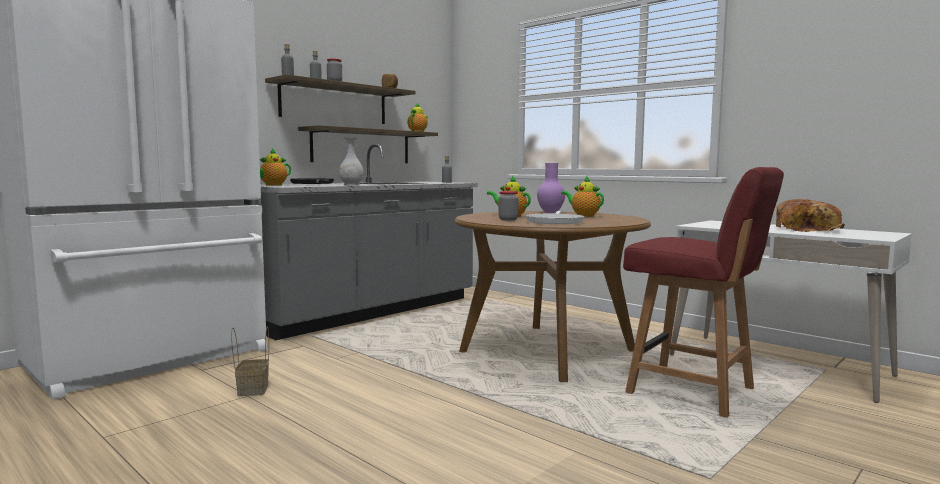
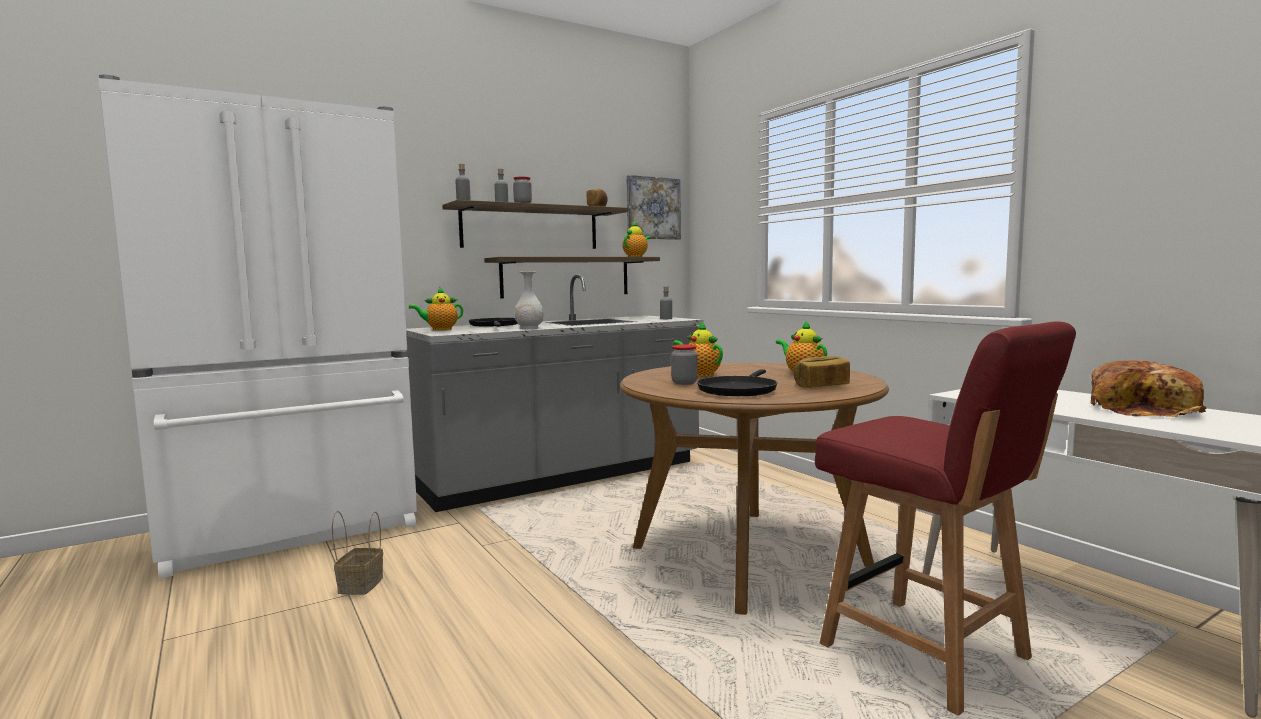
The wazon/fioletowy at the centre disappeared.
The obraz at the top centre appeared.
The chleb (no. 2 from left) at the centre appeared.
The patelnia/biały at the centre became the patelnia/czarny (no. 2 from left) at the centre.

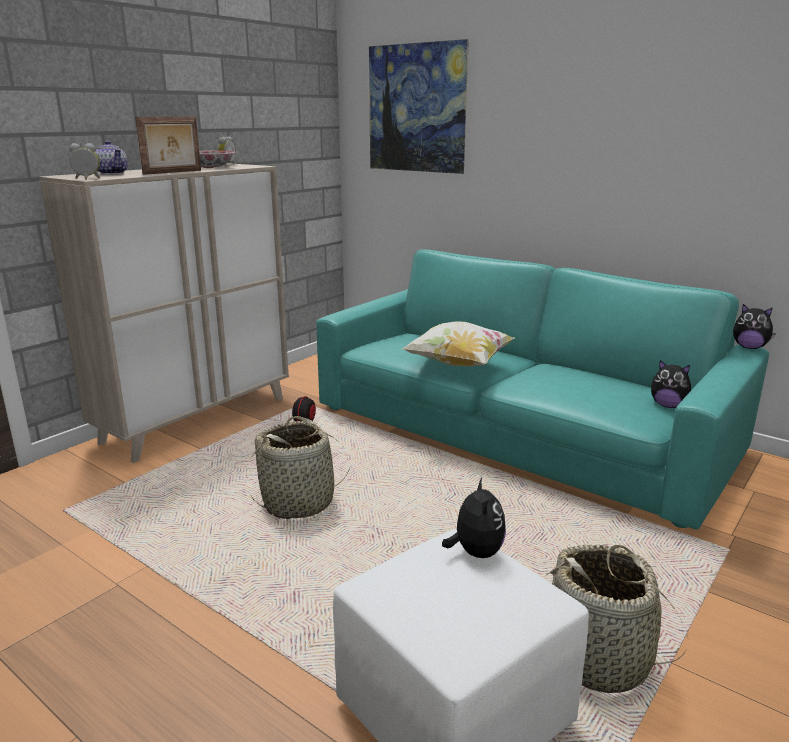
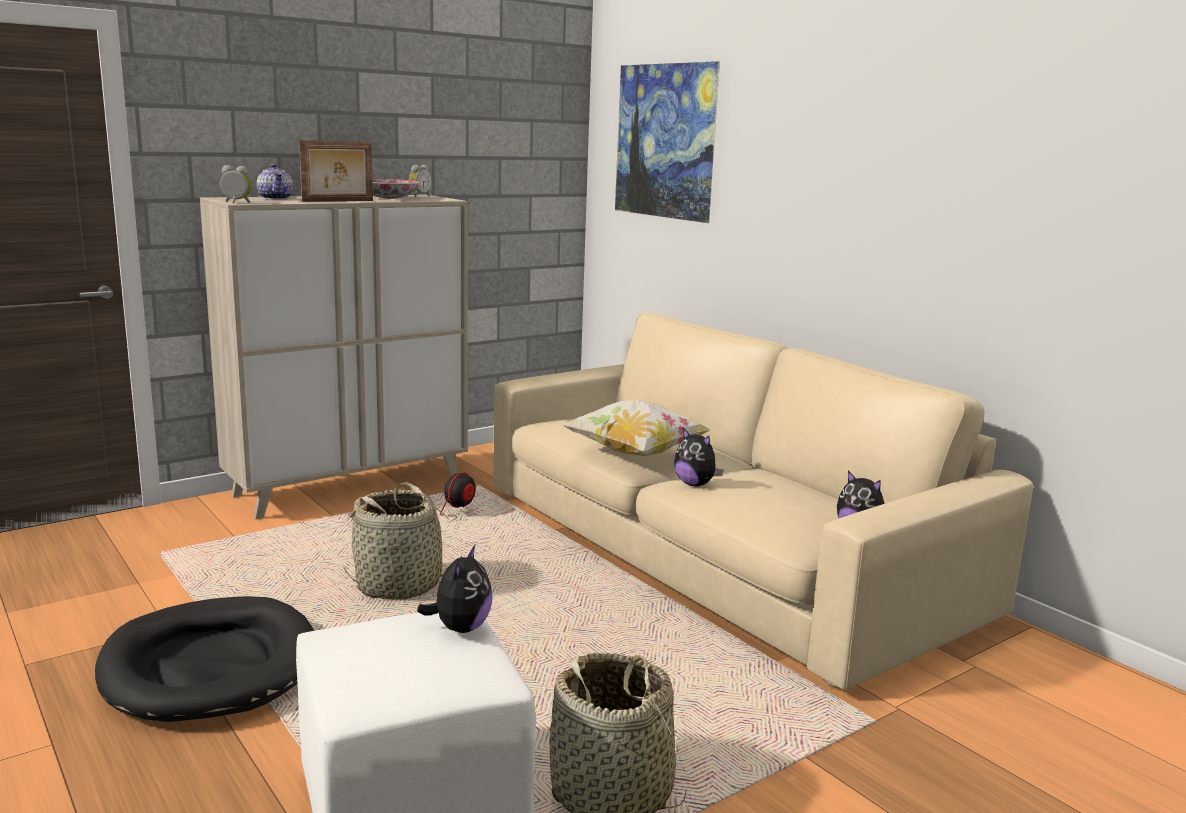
The legowisko/czarny at the bottom left appeared.
The pluszak (no. 3 from left in the first image) moved from the middle right to the centre.
The kanapa/turkusowy at the middle right became the kanapa/beżowy at the centre.

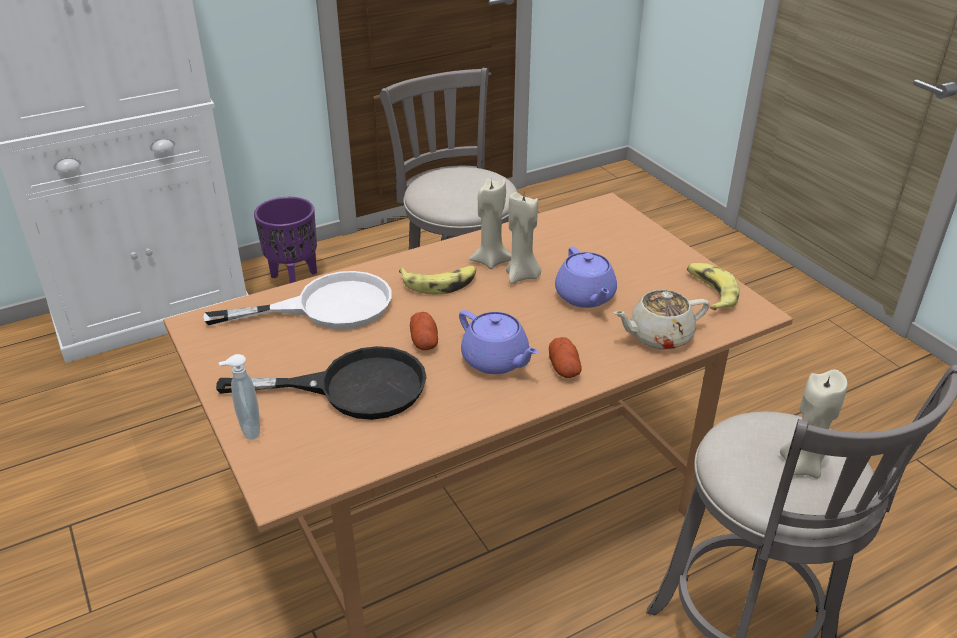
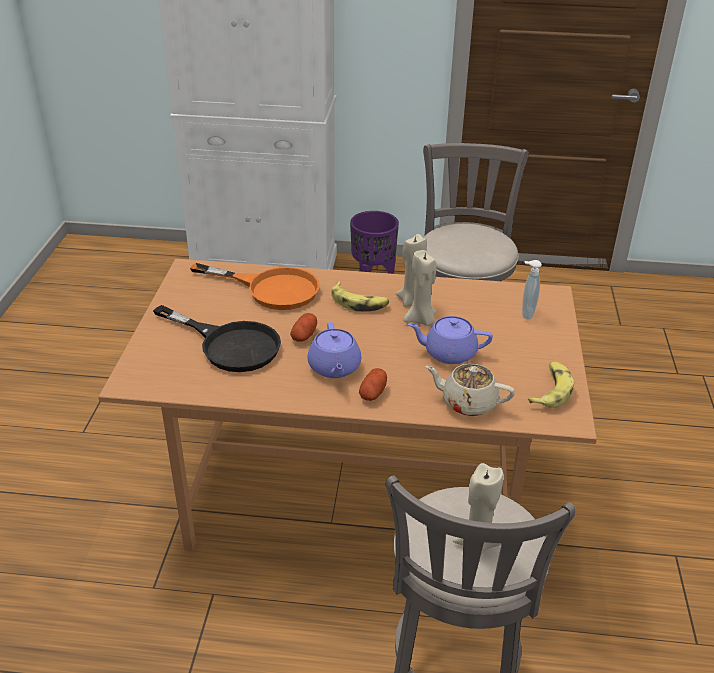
The dozownik mydła moved from the middle left to the middle right.
The patelnia/biały at the middle left became the patelnia/pomarańczowy at the centre.
The imbryk/fioletowy (no. 2 from left) at the centre turned 75 degrees clockwise.

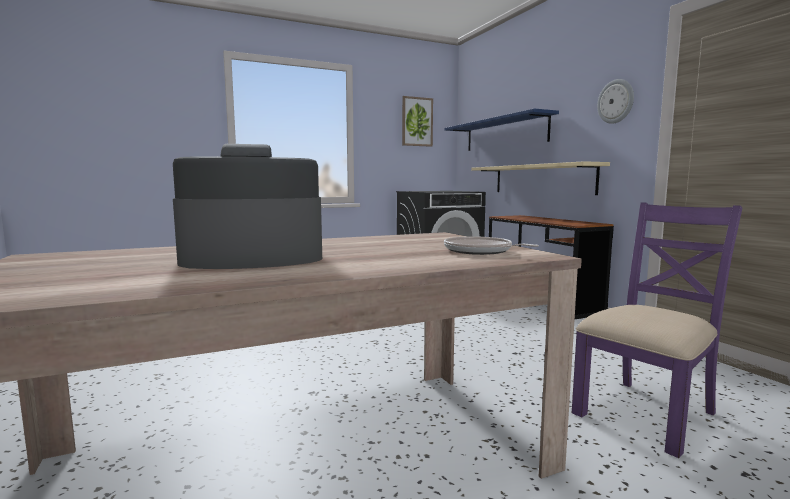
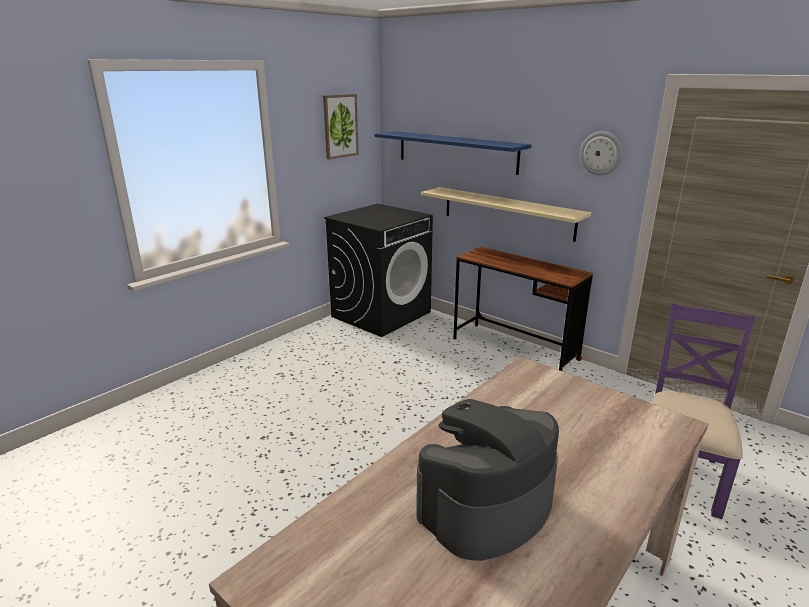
The patelnia at the centre disappeared.

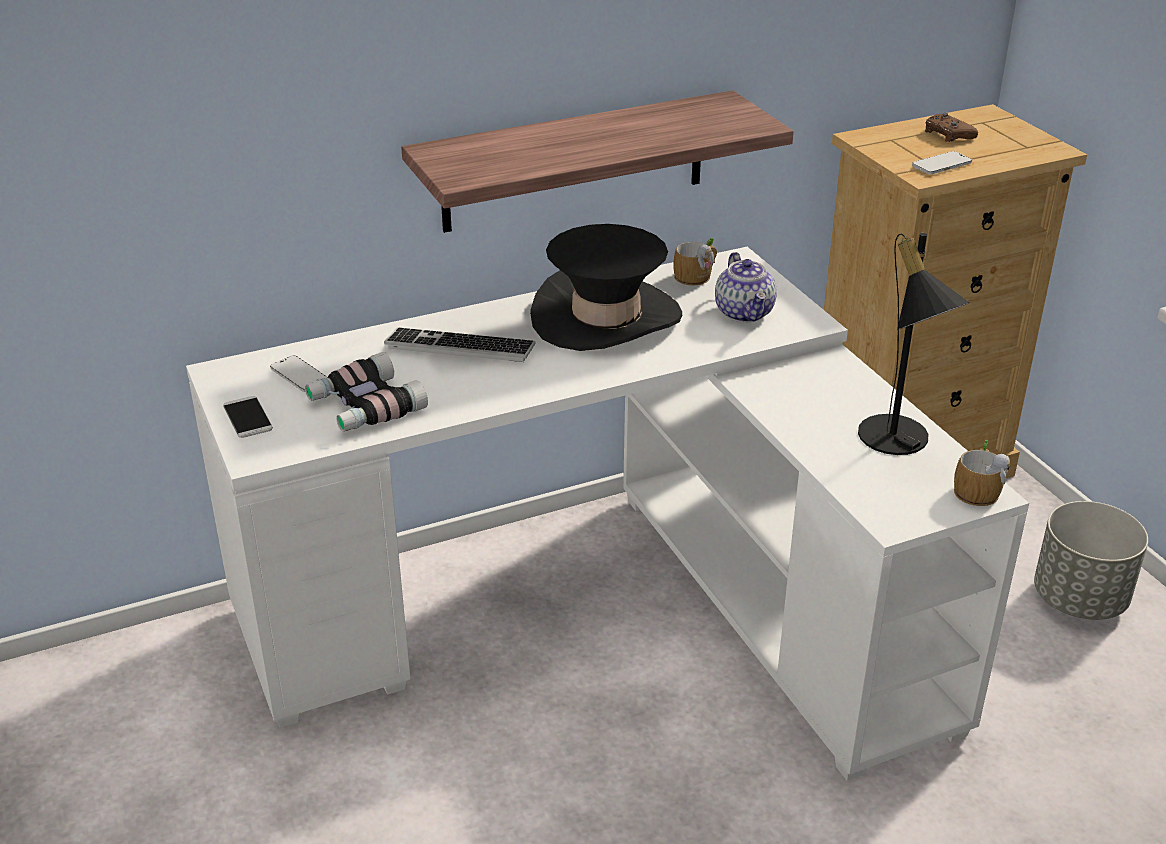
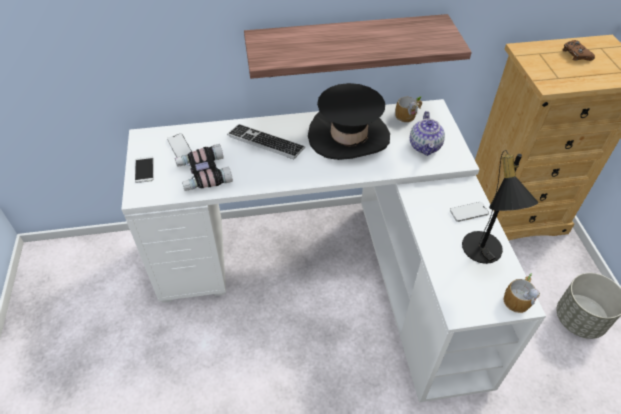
The telefon (no. 3 from left) moved from the top right to the middle right.

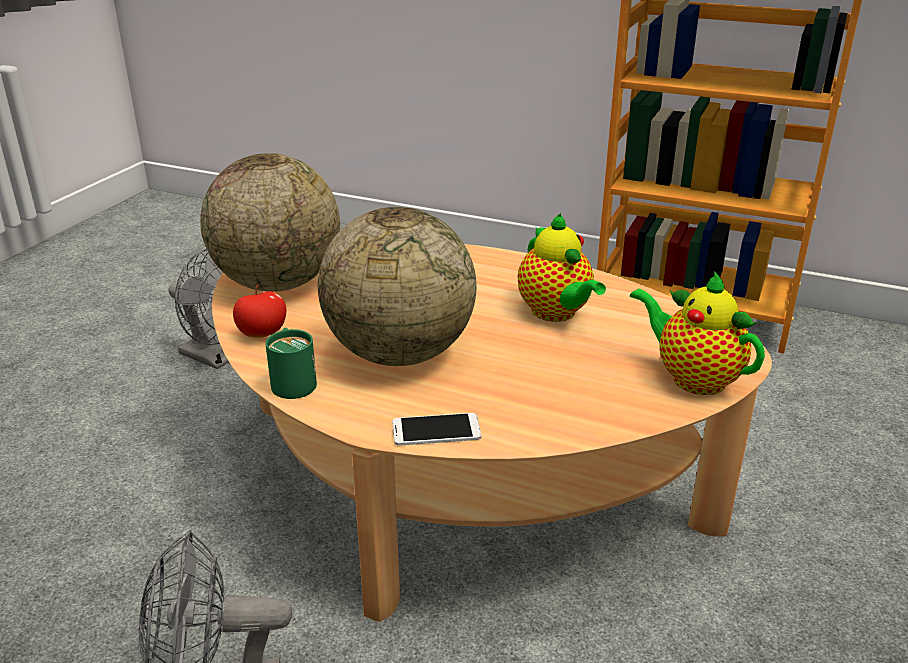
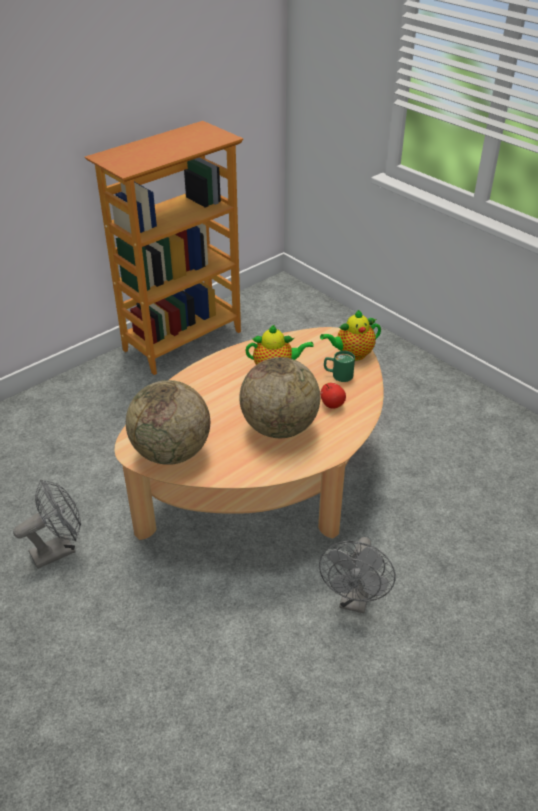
The telefon at the centre disappeared.
The jabłko moved from the middle left to the centre.
The kubek/zielony moved from the middle left to the centre.

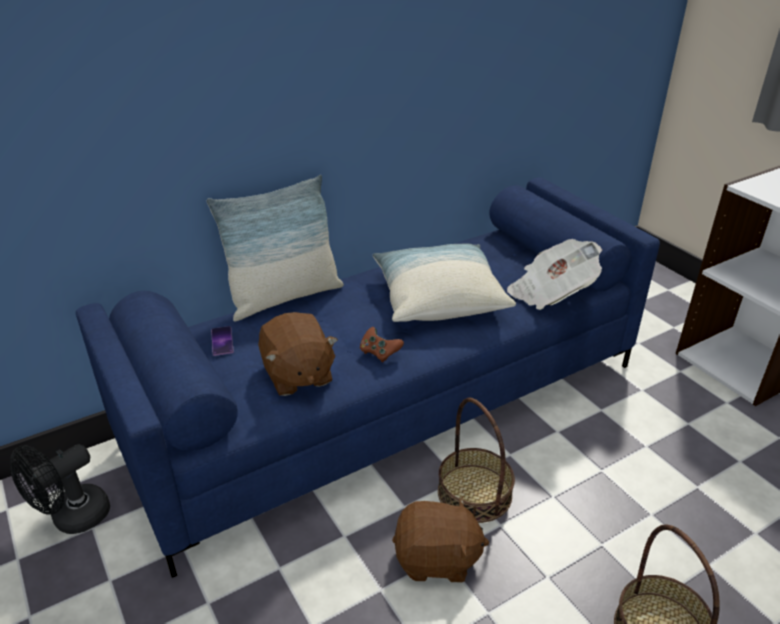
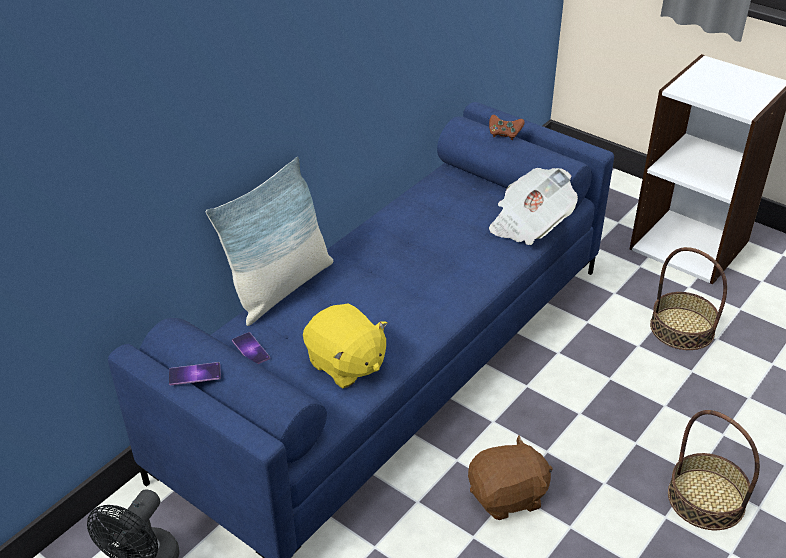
The poduszka (no. 2 from left) at the centre disappeared.
The telefon (no. 1 from left) at the bottom left appeared.
The pad do gier/brązowy moved from the centre to the top centre.
The koszyk (no. 1 from left) moved from the bottom centre to the middle right.
The pluszak/brązowy (no. 1 from left) at the centre became the pluszak/żółty at the centre.

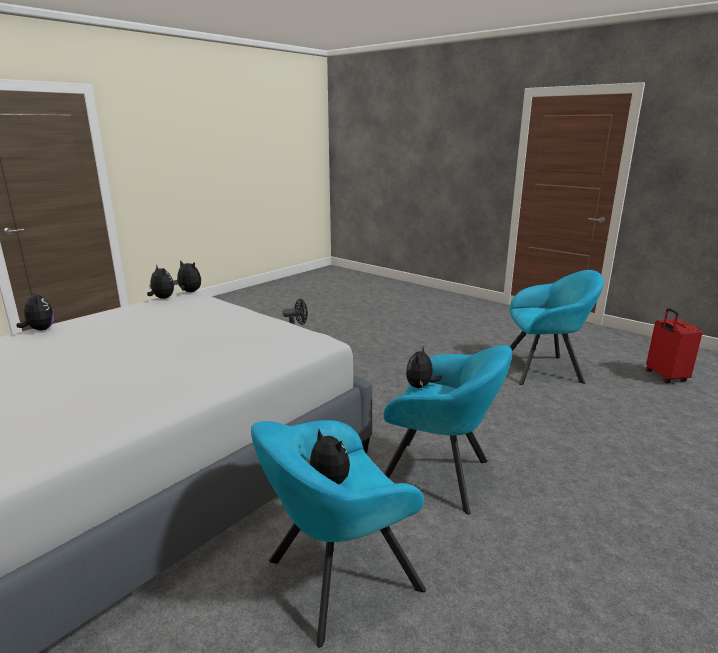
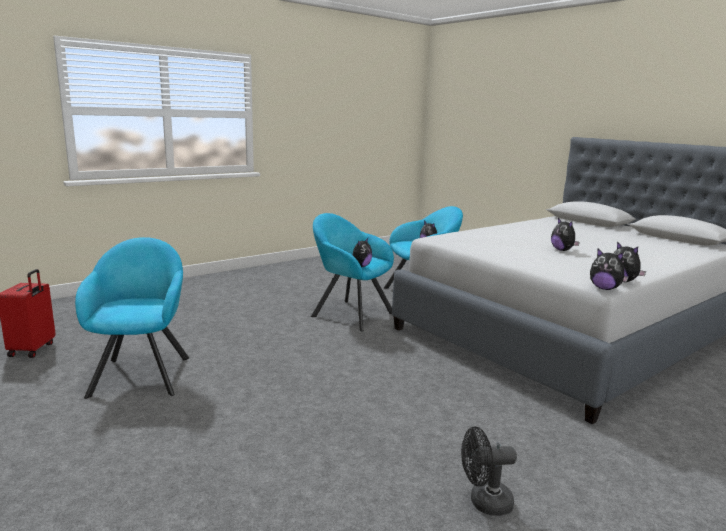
The pluszak (no. 1 from left in the first image) moved from the middle left to the middle right.
The fotel/turkusowy (no. 3 from left in the first image) at the middle right turned 75 degrees clockwise.

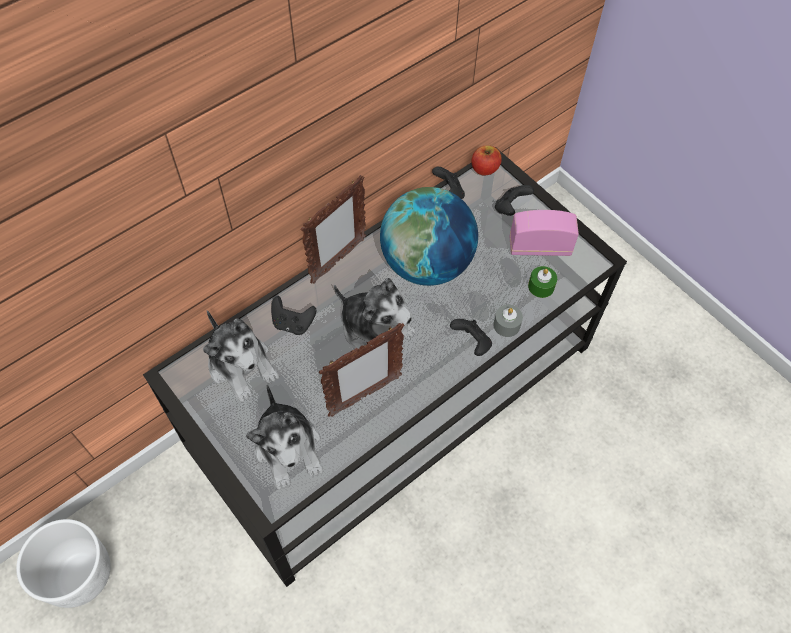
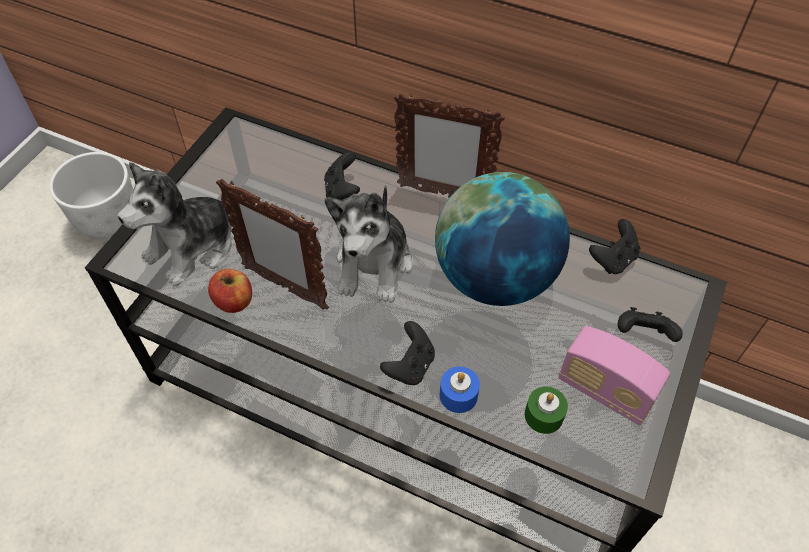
The pluszak (no. 1 from left) at the middle left disappeared.
The jabłko moved from the top centre to the middle left.
The świeca/szary at the centre became the świeca/niebieski at the bottom centre.
The radio at the middle right turned 150 degrees clockwise.

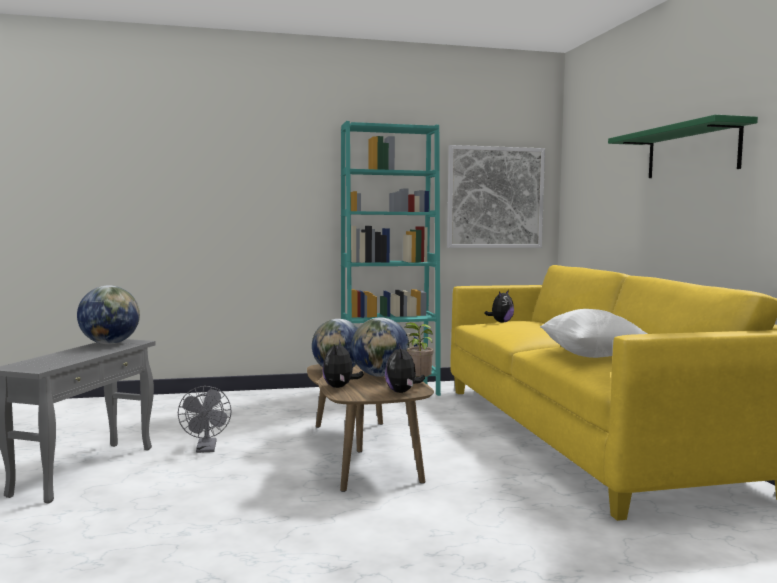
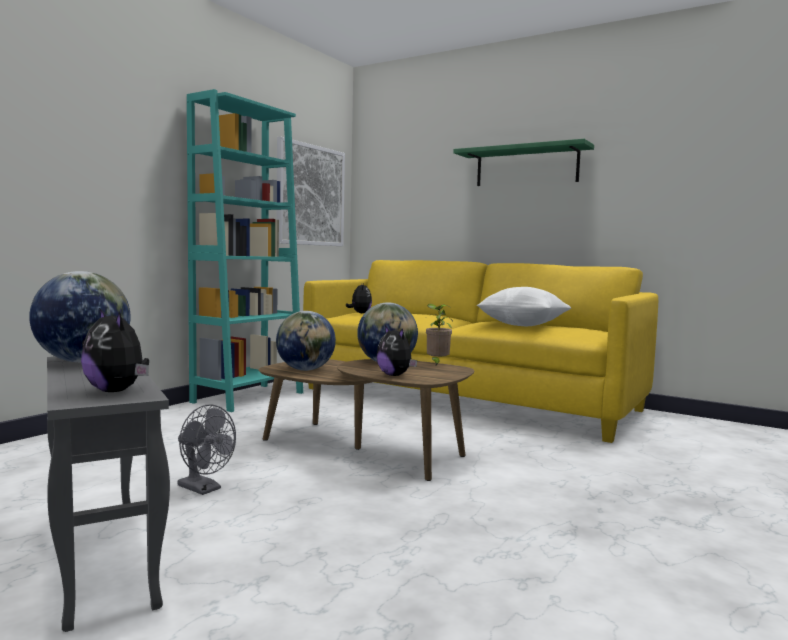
The pluszak (no. 2 from left in the first image) moved from the centre to the middle left.

